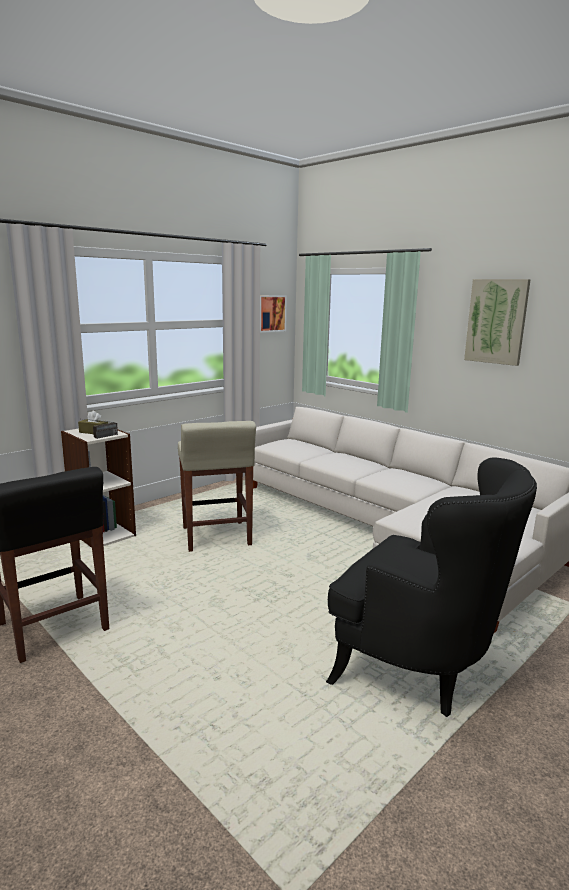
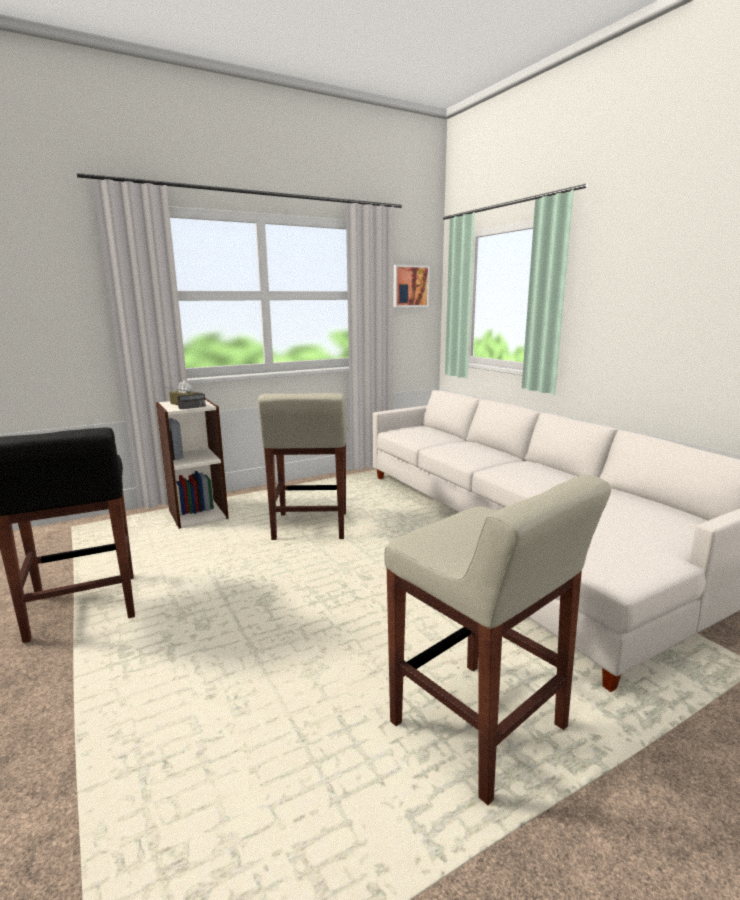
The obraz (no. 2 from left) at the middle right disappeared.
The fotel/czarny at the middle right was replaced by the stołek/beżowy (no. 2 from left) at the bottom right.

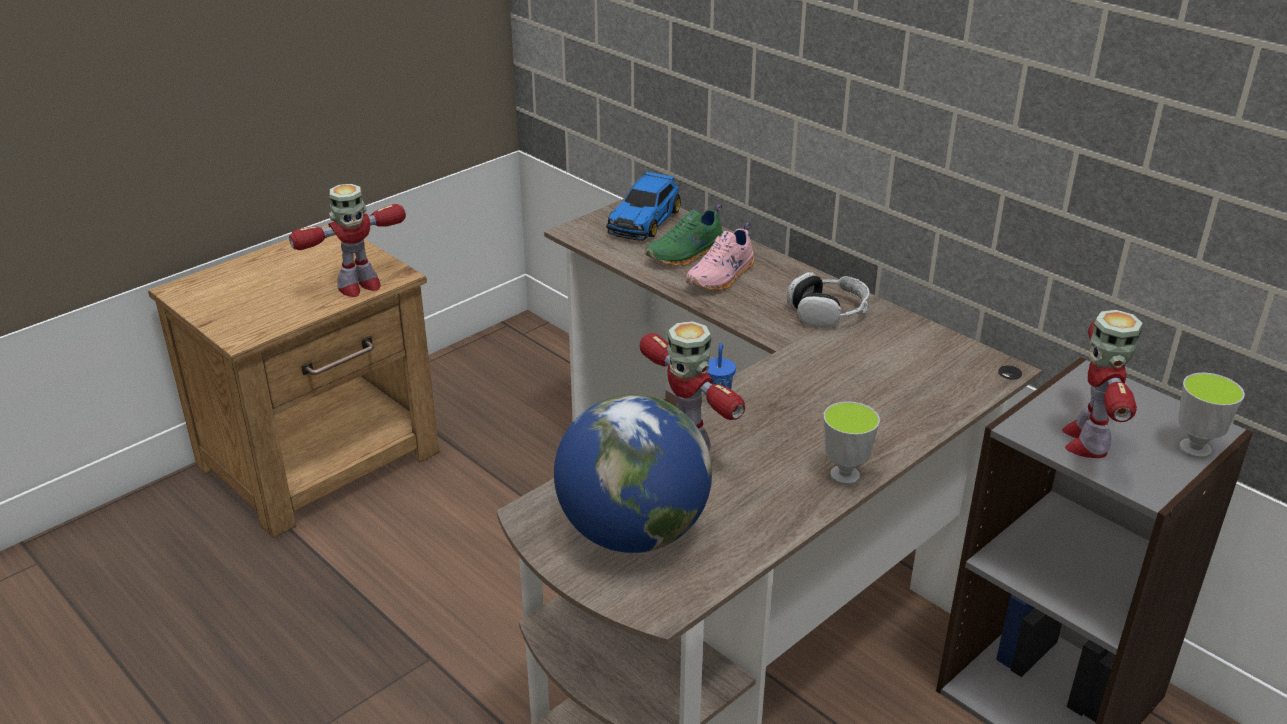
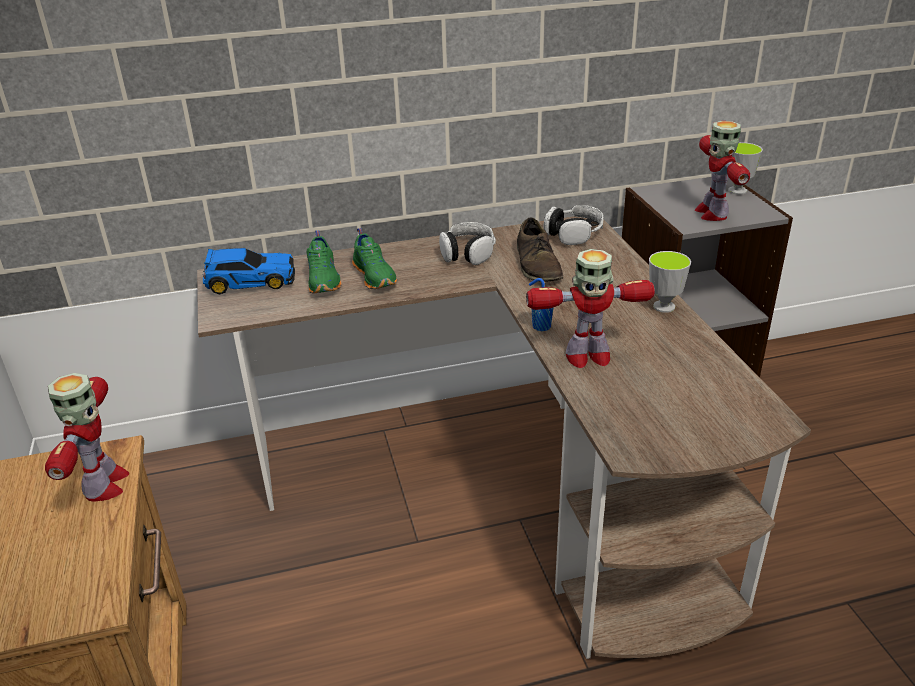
The globus at the centre disappeared.
The but/brązowy at the centre appeared.
The słuchawki (no. 2 from left) at the top centre appeared.
The but/różowy at the centre became the but/zielony (no. 2 from left) at the centre.
The samochodzik at the top centre turned 60 degrees counterclockwise.
The robot zabawkowy (no. 3 from left) at the middle right turned 45 degrees clockwise.

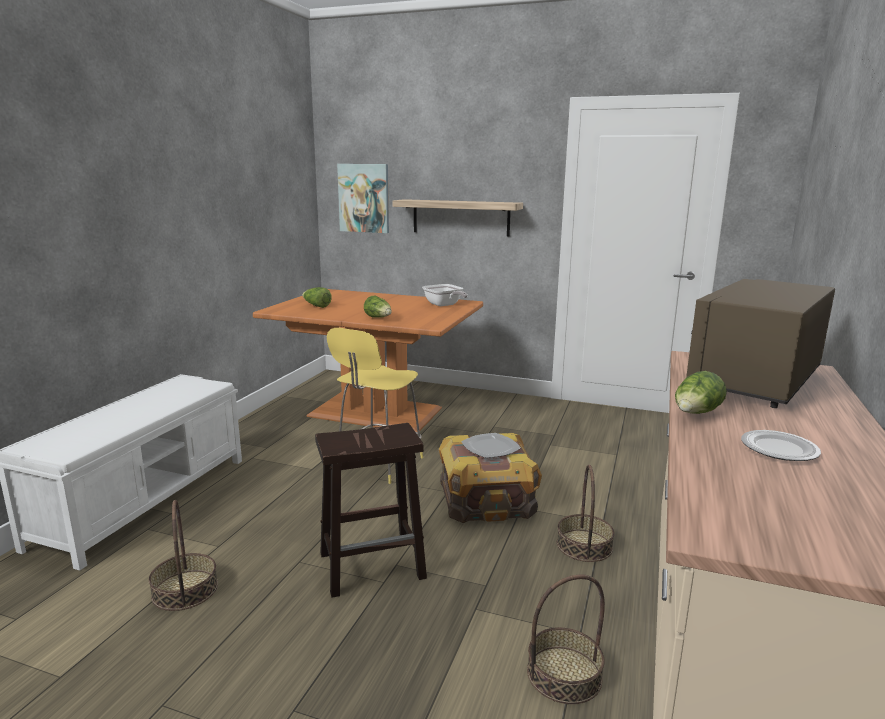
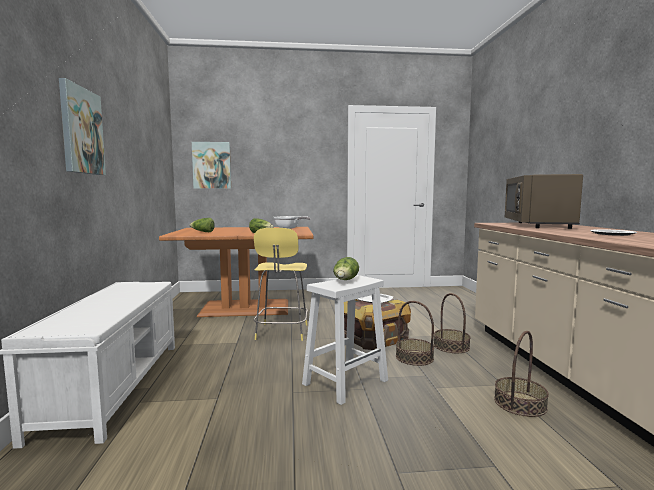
The półka at the top centre disappeared.
The obraz (no. 1 from left) at the top left appeared.
The koszyk (no. 1 from left) moved from the bottom left to the bottom centre.
The sałata (no. 3 from left) moved from the middle right to the centre.
The stołek/brązowy at the bottom centre became the stołek/biały at the bottom centre.

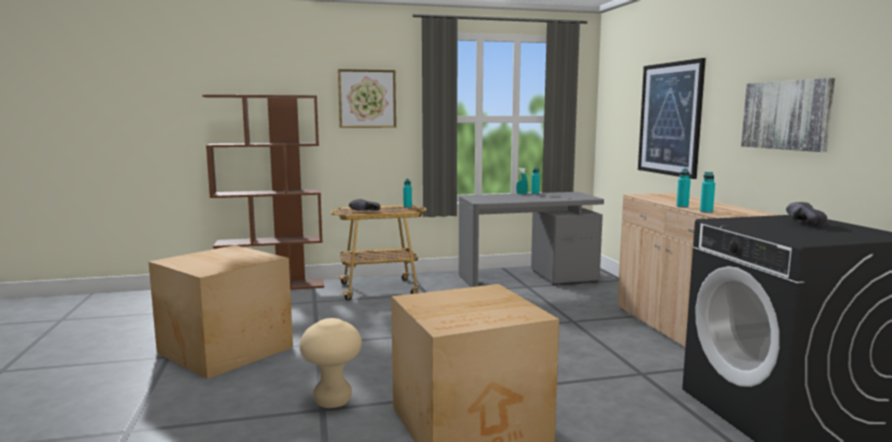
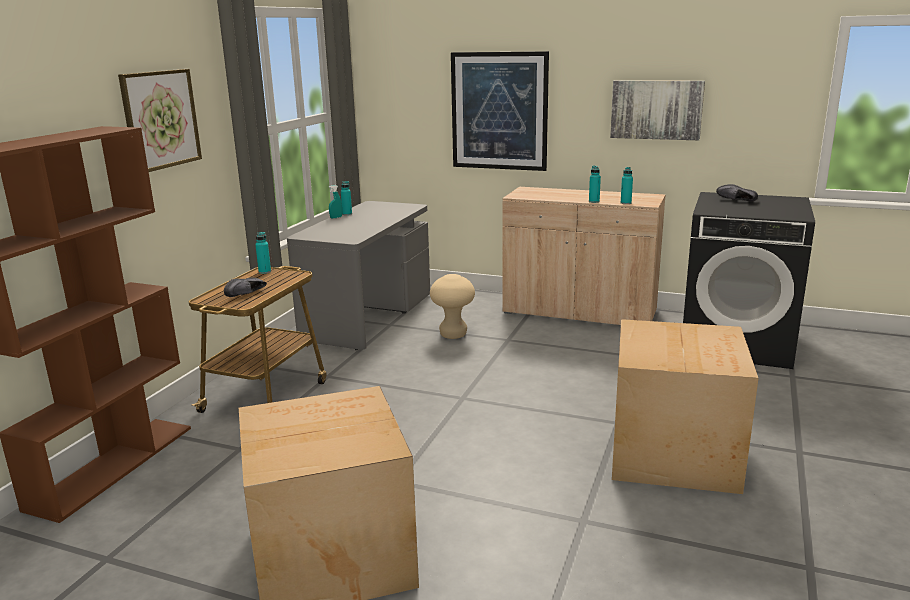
The stołek/beżowy moved from the bottom centre to the centre.

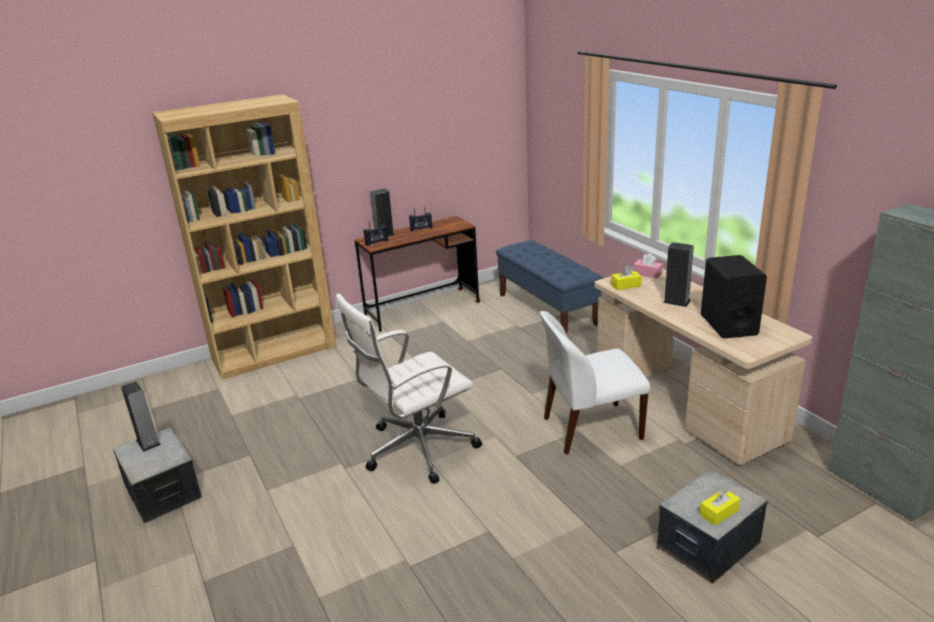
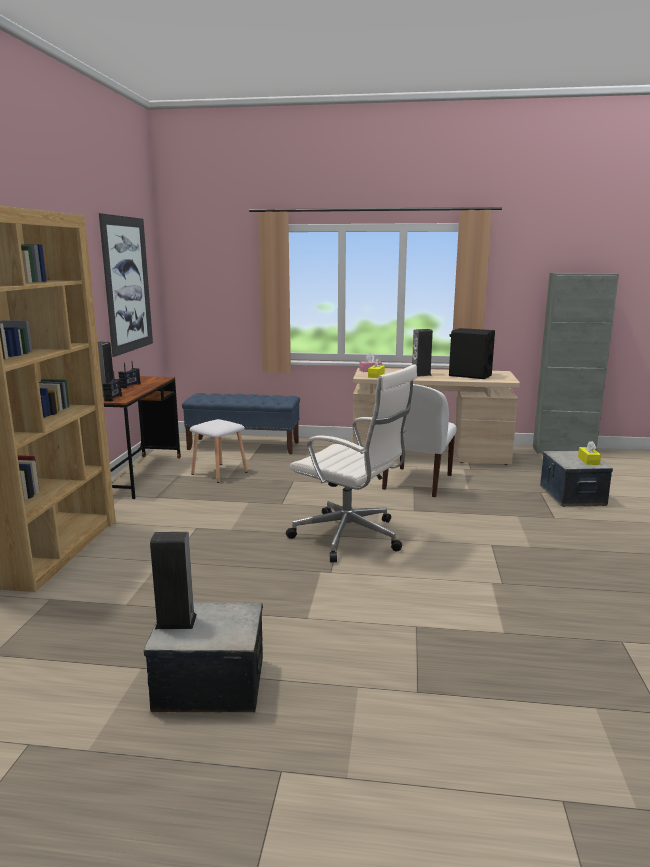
The obraz at the top left appeared.
The stołek/biały at the centre appeared.
The krzesło biurowe/biały at the centre turned 60 degrees counterclockwise.

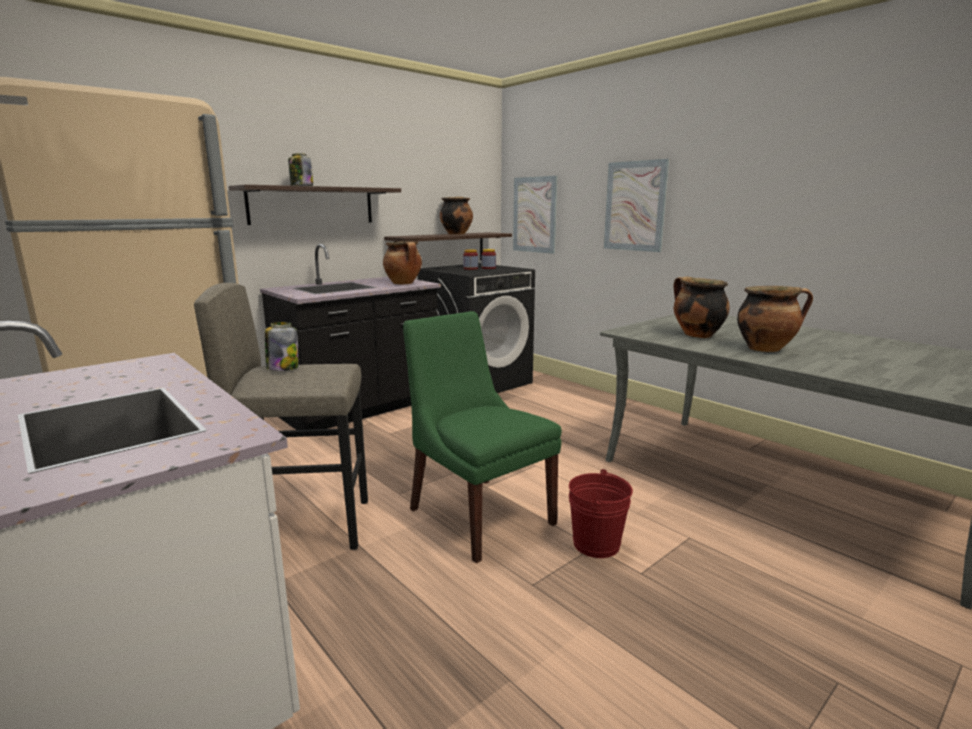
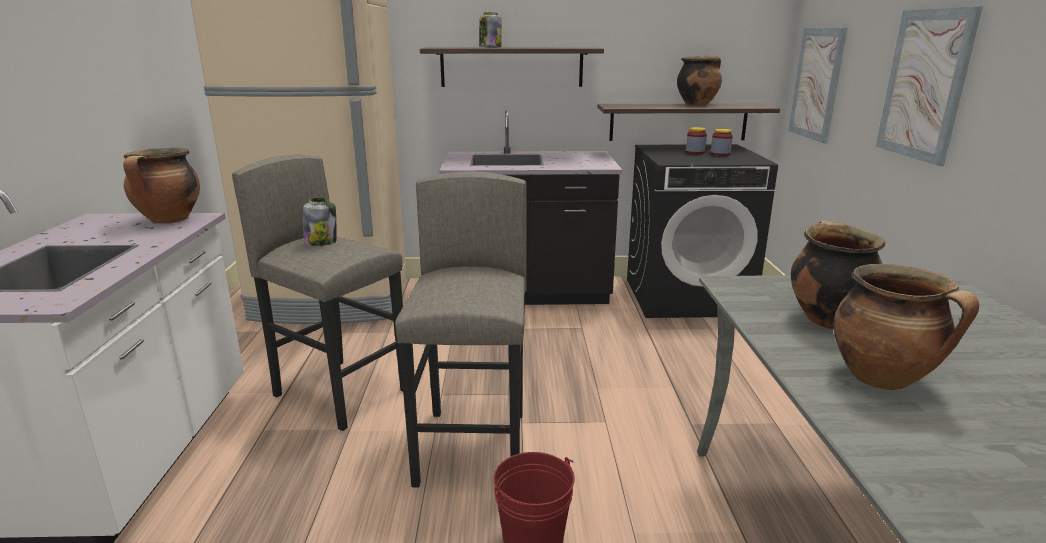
The garnek (no. 1 from left) moved from the centre to the middle left.
The krzesło/zielony at the centre was replaced by the stołek/szary (no. 2 from left) at the centre.

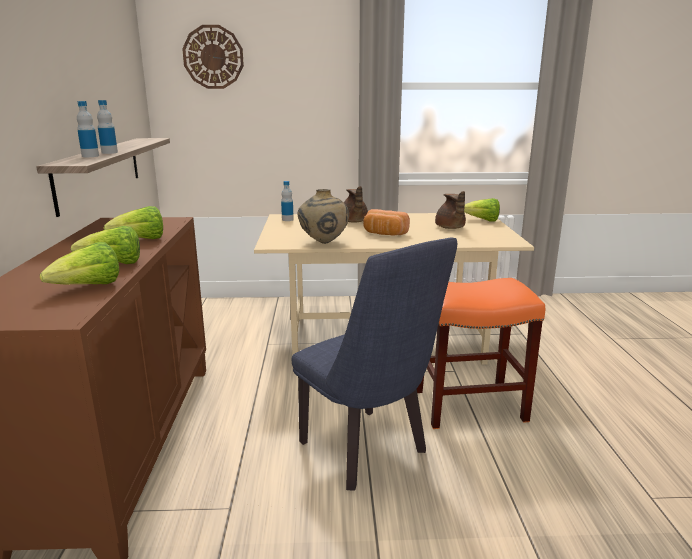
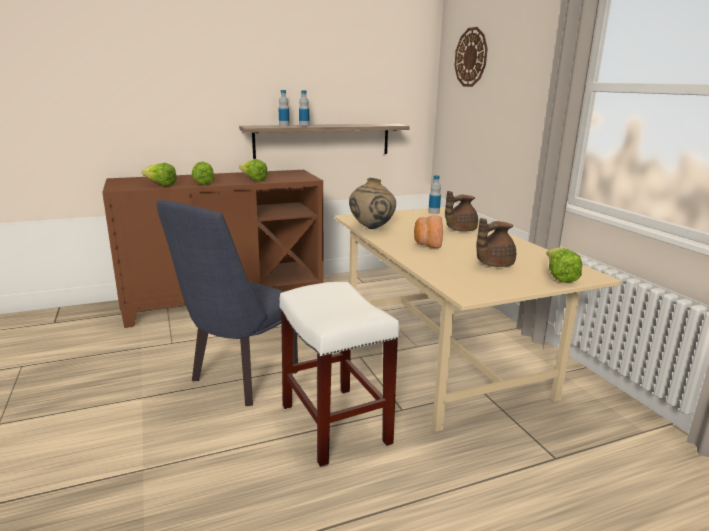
The stołek/pomarańczowy at the middle right became the stołek/biały at the bottom centre.

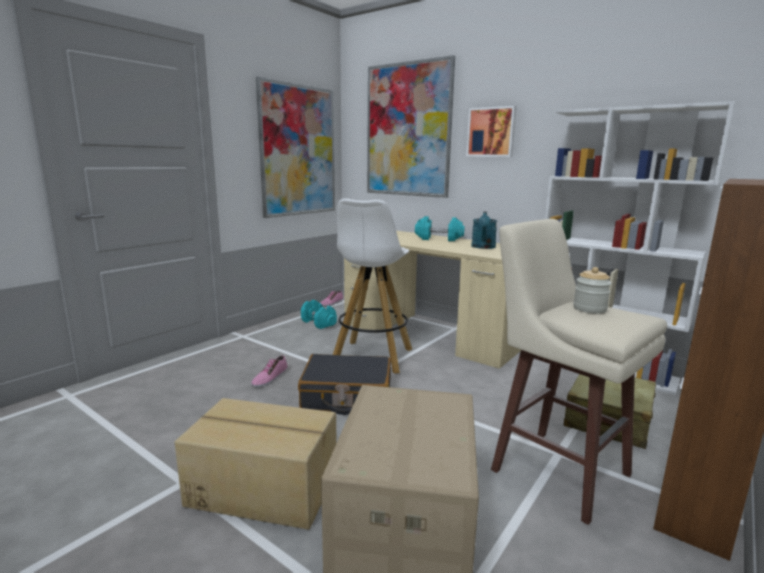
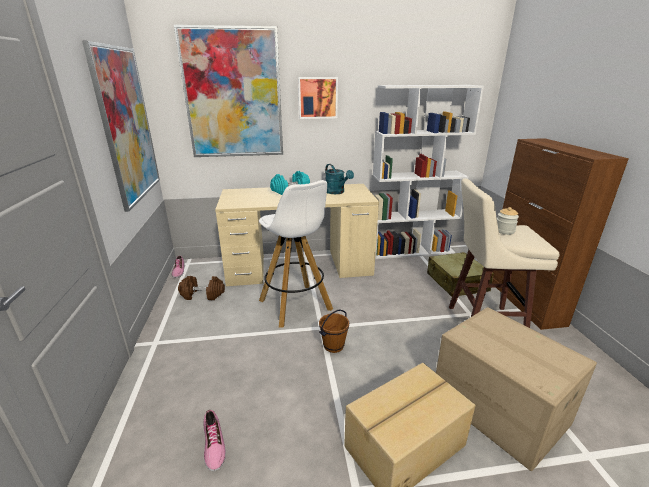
The but (no. 1 from left in the first image) moved from the centre to the bottom left.
The walizka/czarny at the bottom centre was replaced by the wiadro/brązowy at the bottom centre.
The hantel/turkusowy (no. 1 from left) at the centre became the hantel/brązowy at the middle left.

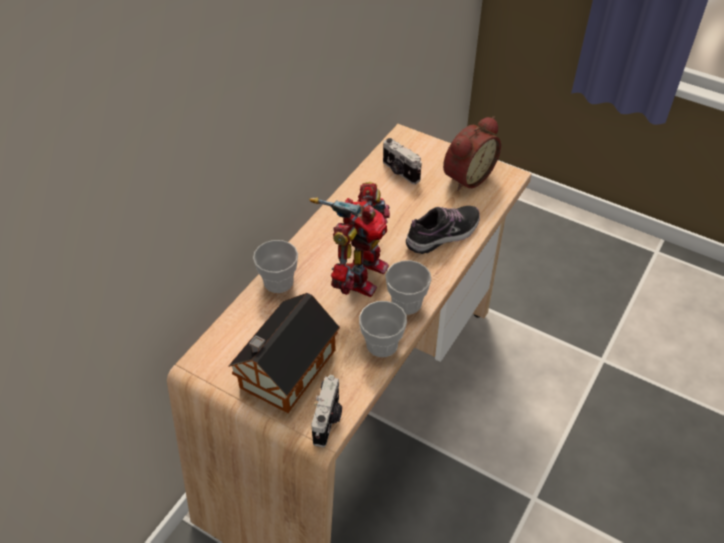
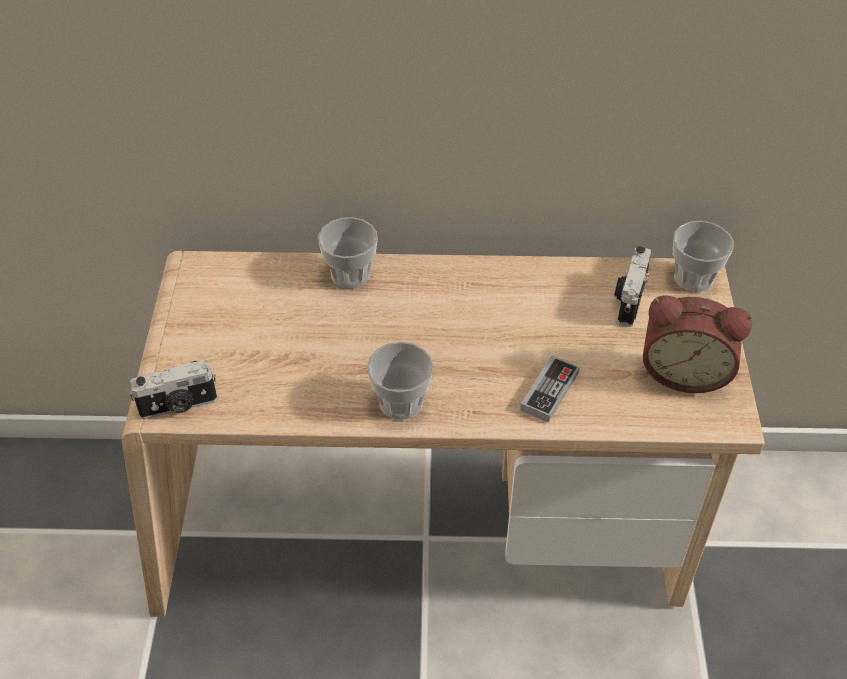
The domek at the centre disappeared.
The robot zabawkowy at the centre disappeared.
The filiżanka (no. 2 from left in the first image) moved from the centre to the middle right.
The but at the centre was replaced by the pad do gier at the centre.

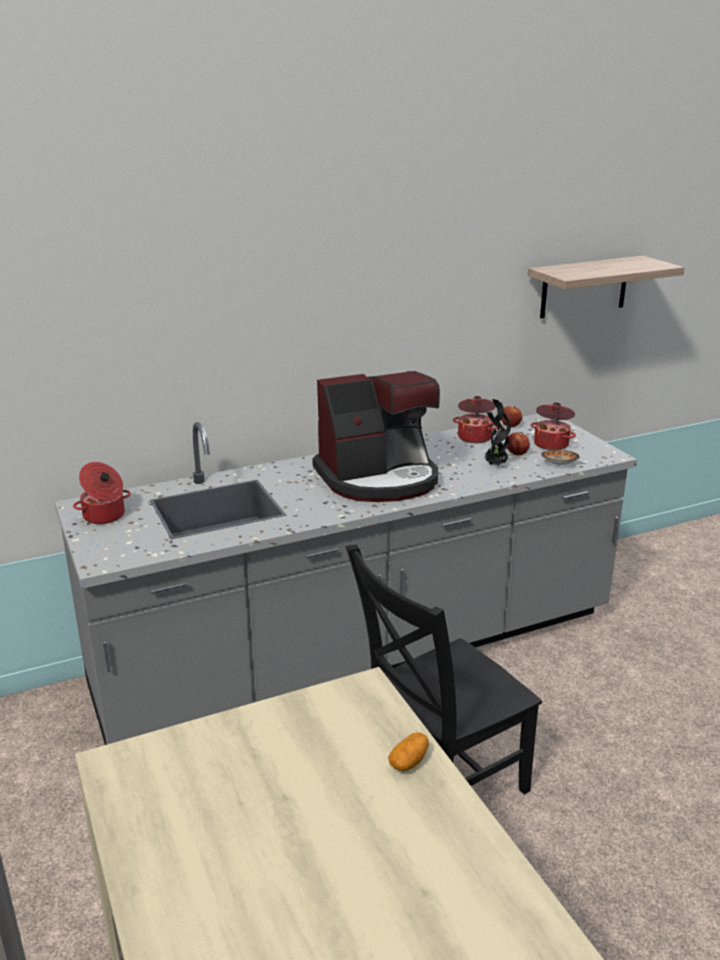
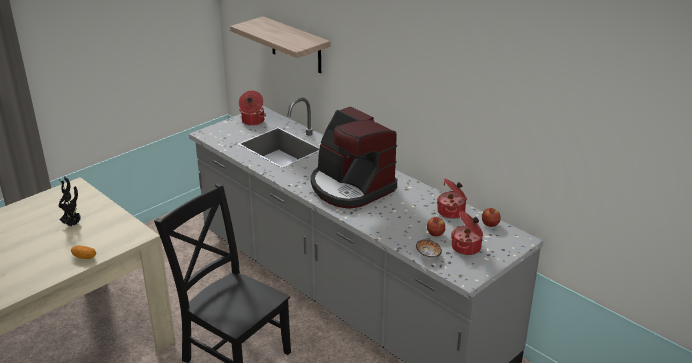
The roślina doniczkowa moved from the middle right to the middle left.
The półka moved from the top right to the top centre.

